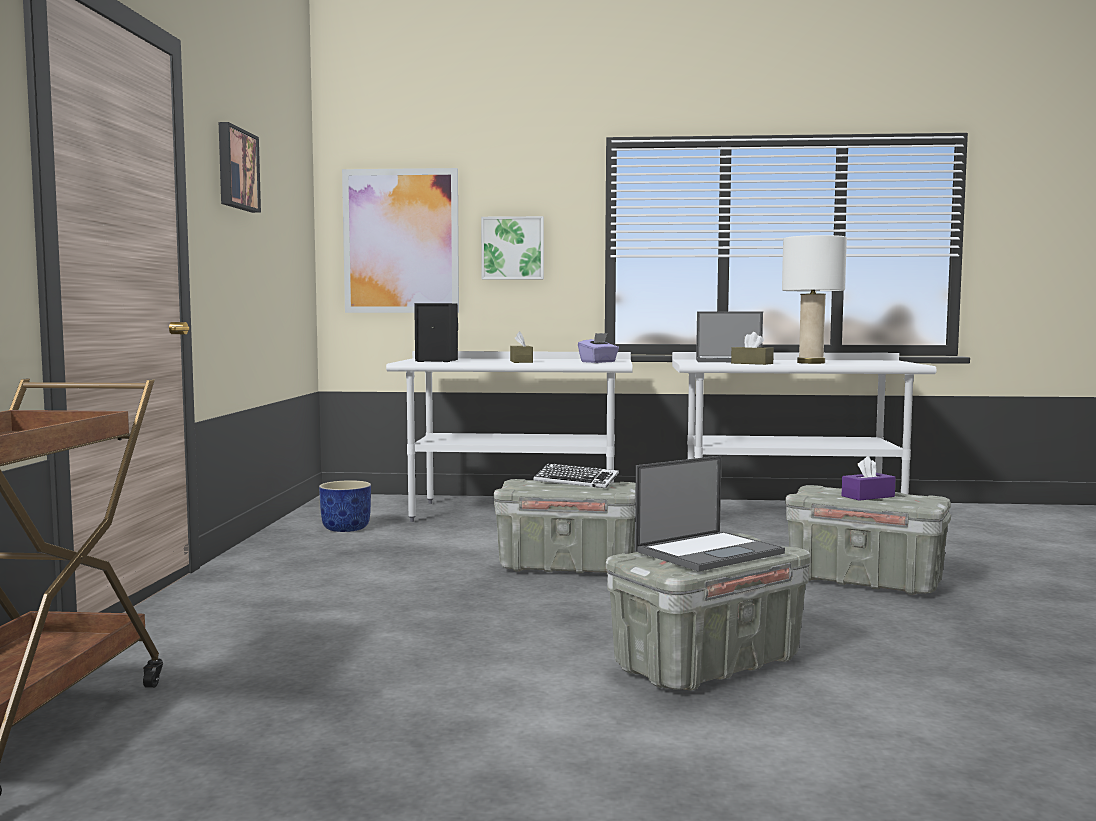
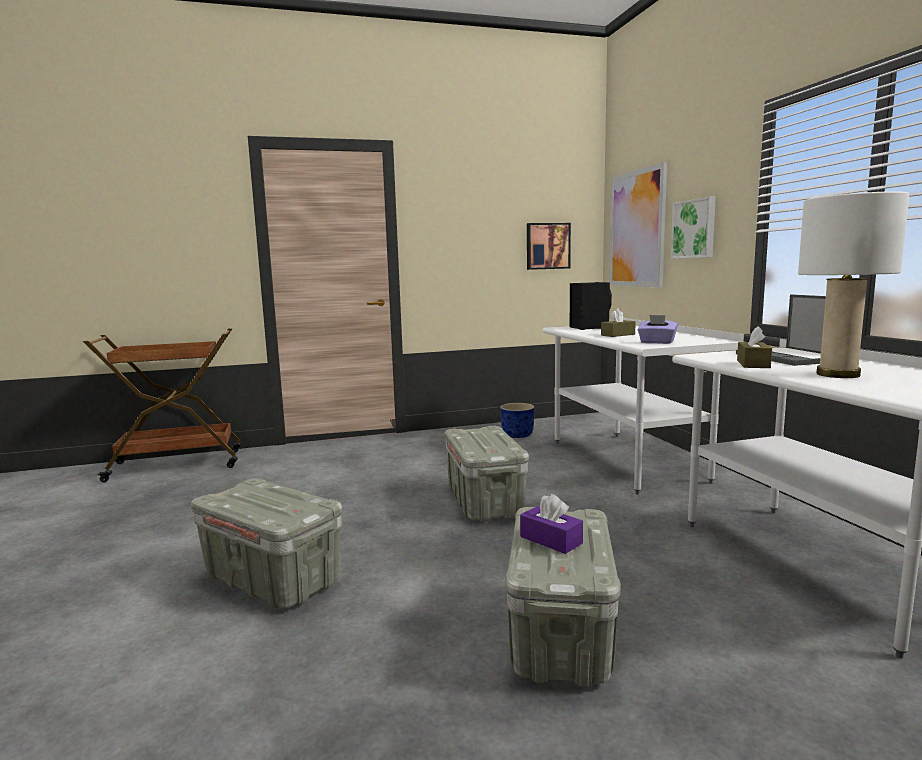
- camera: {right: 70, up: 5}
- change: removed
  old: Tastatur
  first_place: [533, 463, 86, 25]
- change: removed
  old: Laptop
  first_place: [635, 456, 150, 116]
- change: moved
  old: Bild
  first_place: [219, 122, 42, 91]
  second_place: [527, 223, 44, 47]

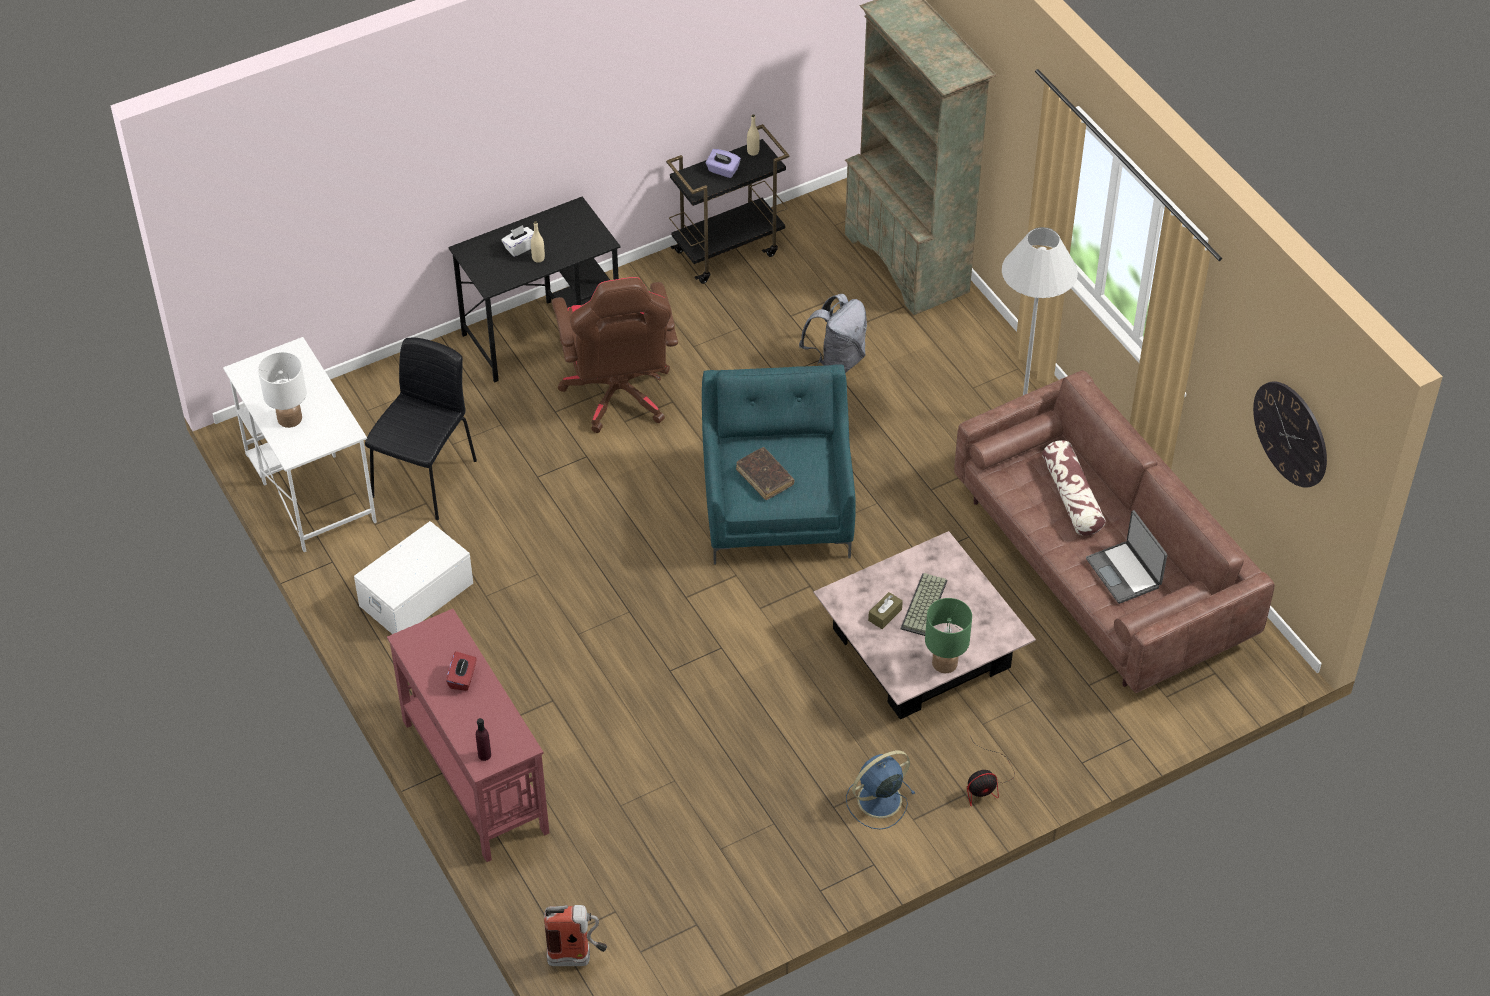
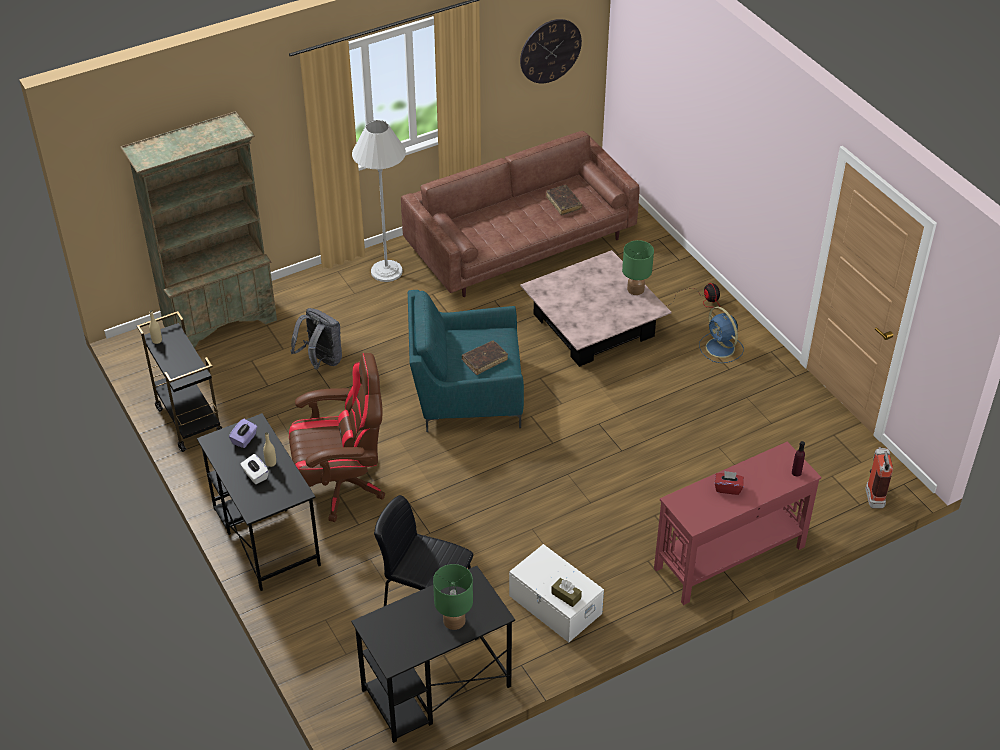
- camera: {right: -90, up: -5}
- change: removed
  old: Tastatur
  first_place: [901, 573, 46, 63]
- change: removed
  old: Kissen
  first_place: [1042, 440, 64, 96]
- change: moved
  old: Taschentuchbox/lila
  first_place: [706, 149, 35, 29]
  second_place: [229, 419, 28, 29]
- change: moved
  old: Taschentuchbox/braun
  first_place: [868, 592, 35, 37]
  second_place: [551, 578, 31, 29]
- change: replaced
  old: Laptop
  new: Buch/braun
  first_place: [1086, 510, 81, 94]
  second_place: [546, 185, 36, 30]
- change: recoloured
  old: Schreibtisch/weiß
  new: Schreibtisch/schwarz
  first_place: [223, 337, 154, 215]
  second_place: [351, 566, 164, 177]
- change: recoloured
  old: Tischlampe/weiß
  new: Tischlampe/grün
  first_place: [258, 352, 48, 76]
  second_place: [433, 564, 40, 66]

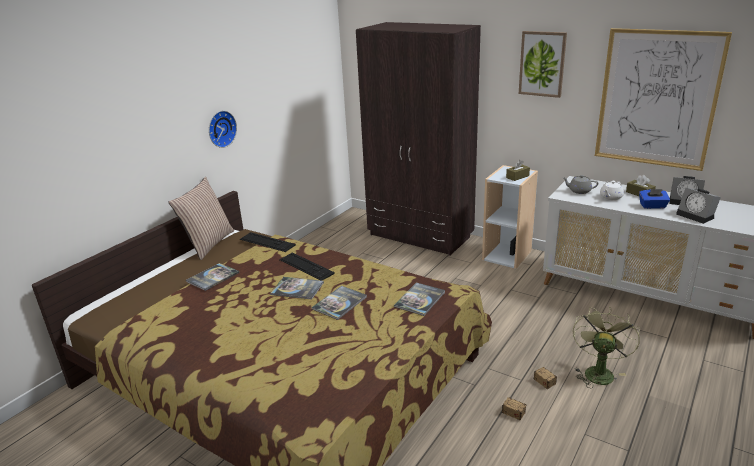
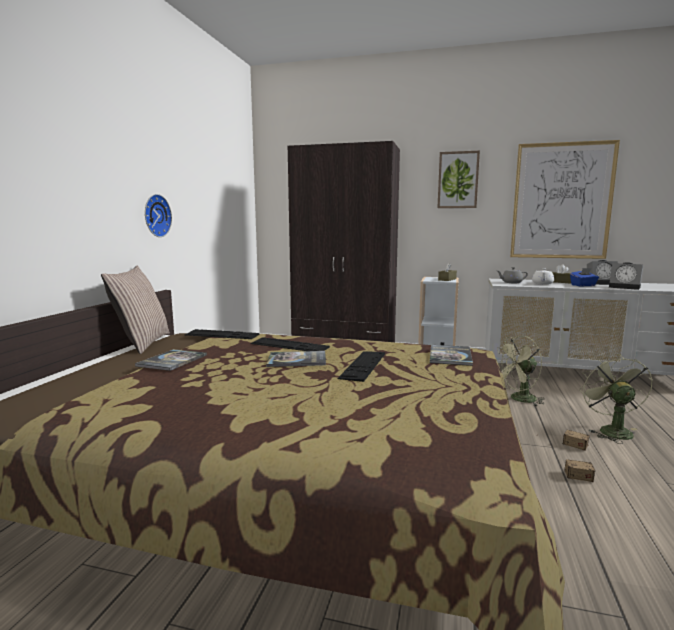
- camera: {right: -20, up: -15}
- change: added
  new: Ventilator/grün
  second_place: [498, 336, 47, 71]
- change: replaced
  old: Buch
  new: Tastatur
  first_place: [311, 286, 56, 34]
  second_place: [338, 351, 47, 31]

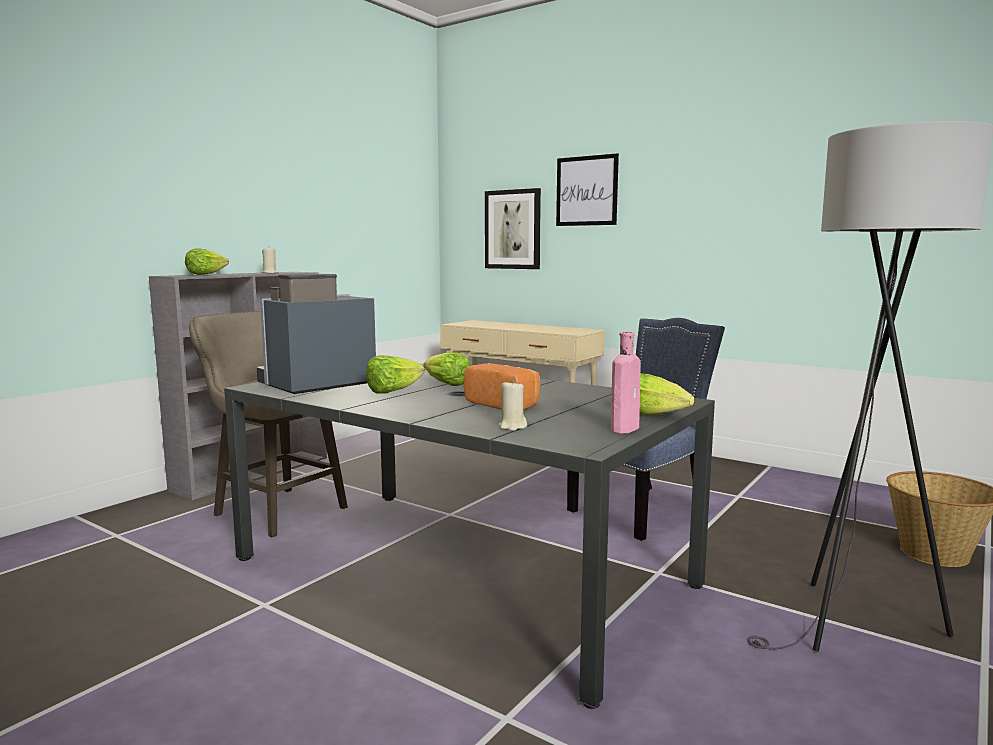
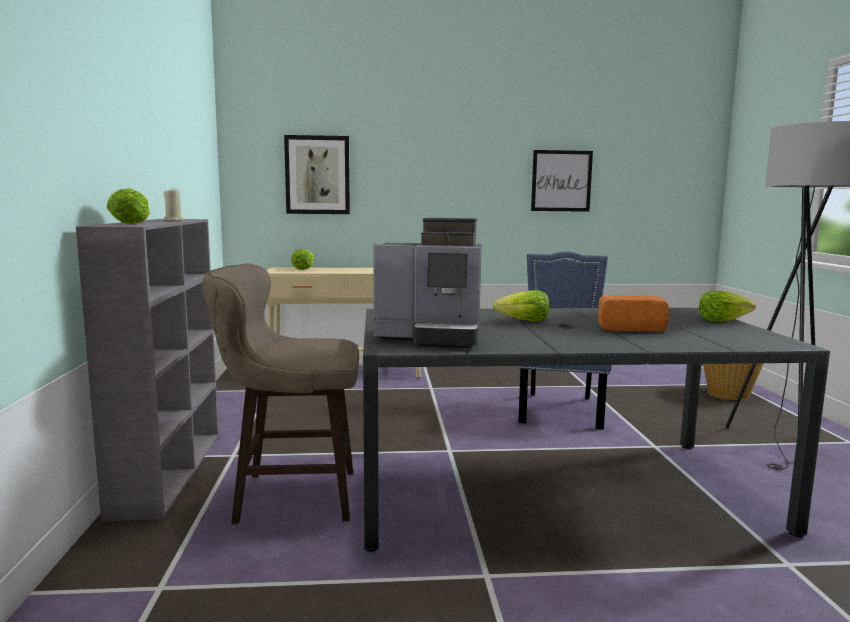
- camera: {right: -40, up: 0}
- change: removed
  old: Kerze/beige
  first_place: [499, 380, 28, 51]
- change: removed
  old: Flasche/rosa
  first_place: [611, 332, 30, 101]
- change: moved
  old: Salatkopf
  first_place: [366, 355, 59, 39]
  second_place: [291, 249, 23, 21]
- change: moved
  old: Bild
  first_place: [556, 153, 63, 73]
  second_place: [531, 150, 62, 62]
- change: turned
  old: Kaffeemaschine
  first_place: [257, 274, 119, 120]
  second_place: [373, 218, 109, 130]
  degrees: -90

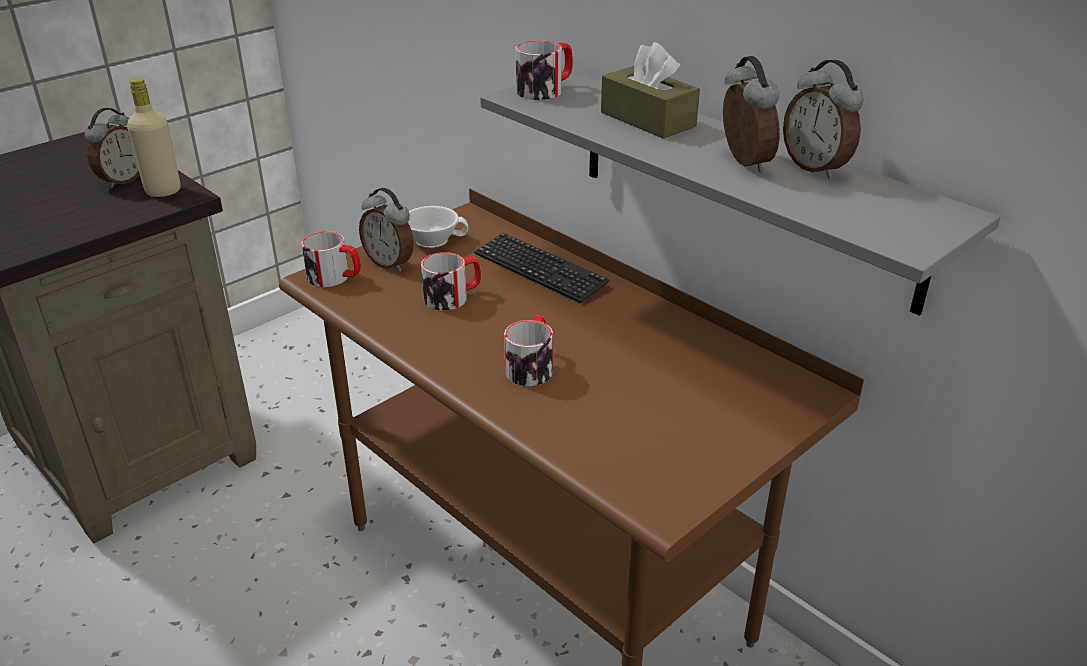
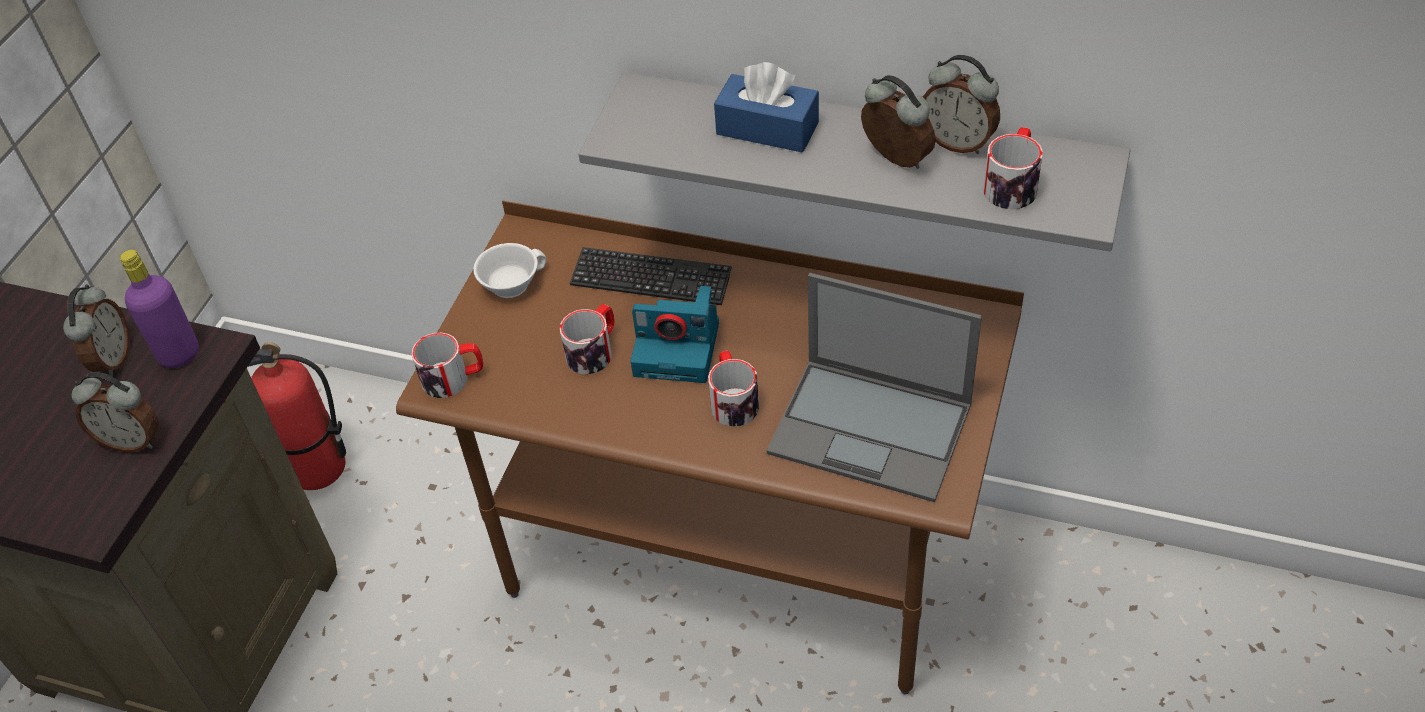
- camera: {right: -25, up: 15}
- change: added
  new: Feuerlöscher
  second_place: [248, 342, 98, 148]
- change: added
  new: Kamera
  second_place: [630, 286, 89, 97]
- change: added
  new: Laptop
  second_place: [767, 273, 215, 229]
- change: moved
  old: Wecker
  first_place: [359, 188, 55, 84]
  second_place: [72, 372, 87, 81]
- change: moved
  old: Henkelbecher
  first_place: [515, 40, 58, 60]
  second_place: [983, 127, 60, 82]
- change: recoloured
  old: Flasche/beige
  new: Flasche/lila
  first_place: [127, 78, 54, 119]
  second_place: [120, 250, 79, 118]
- change: recoloured
  old: Taschentuchbox/braun
  new: Taschentuchbox/blau
  first_place: [601, 42, 99, 97]
  second_place: [714, 62, 105, 91]

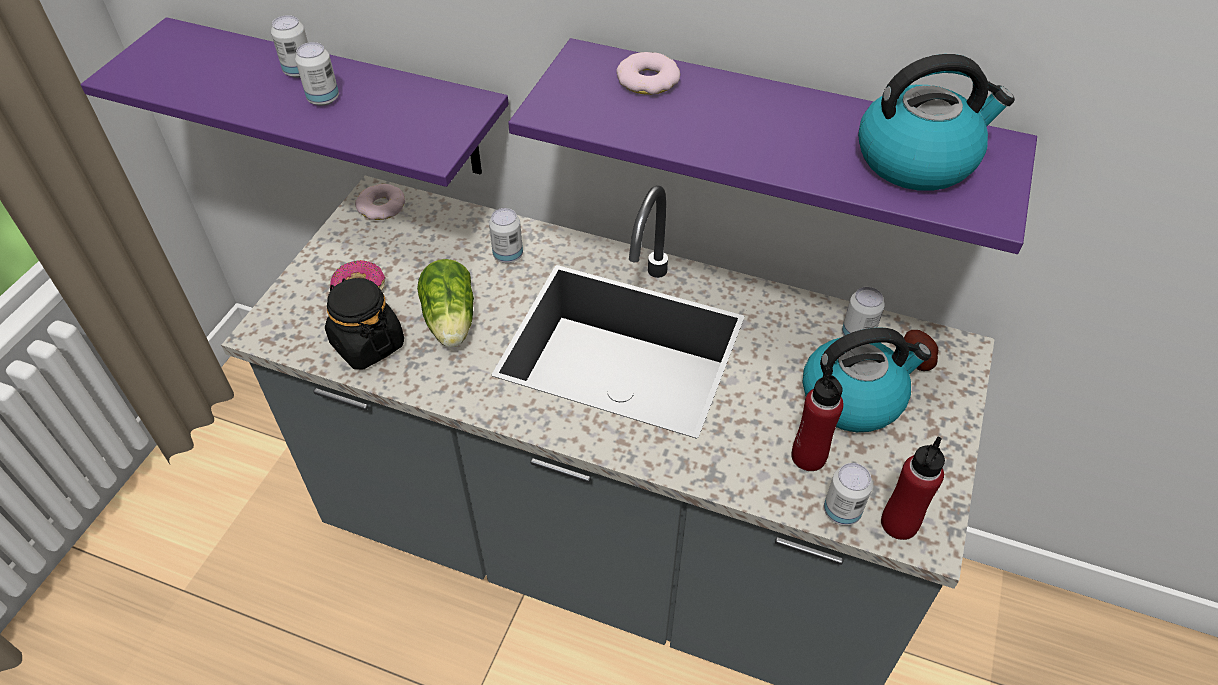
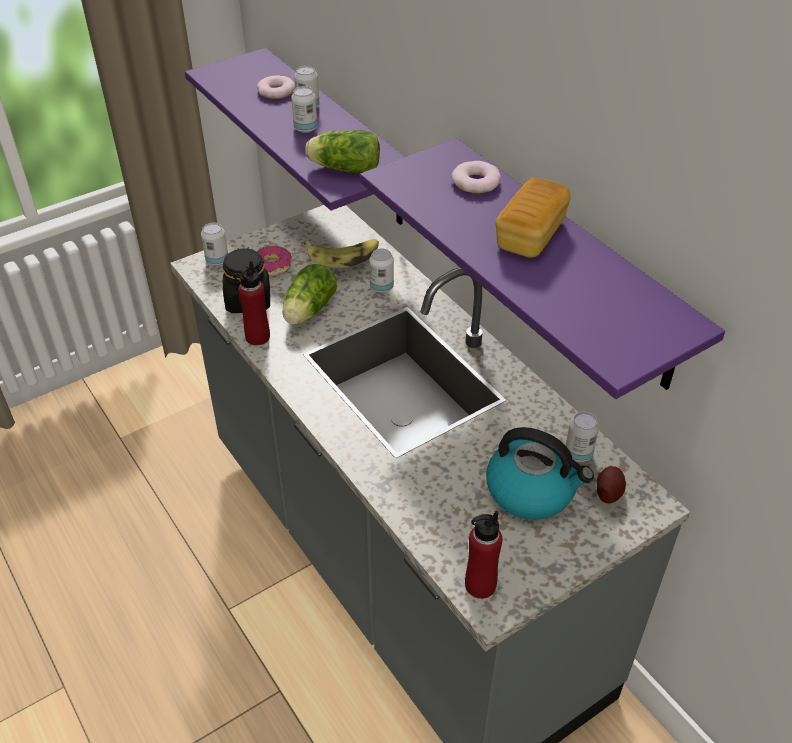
- camera: {right: 35, up: -5}
- change: removed
  old: Wasserkessel
  first_place: [858, 54, 157, 137]
- change: added
  new: Banane
  second_place: [304, 239, 75, 29]
- change: added
  new: Salatkopf
  second_place: [305, 130, 75, 43]
- change: added
  new: Brot
  second_place: [495, 178, 76, 80]
- change: moved
  old: Donut
  first_place: [355, 184, 50, 36]
  second_place: [257, 75, 38, 24]
- change: moved
  old: Flasche/rot
  first_place: [791, 367, 53, 104]
  second_place: [238, 261, 32, 84]
- change: moved
  old: Dose
  first_place: [824, 463, 49, 63]
  second_place: [201, 222, 27, 44]

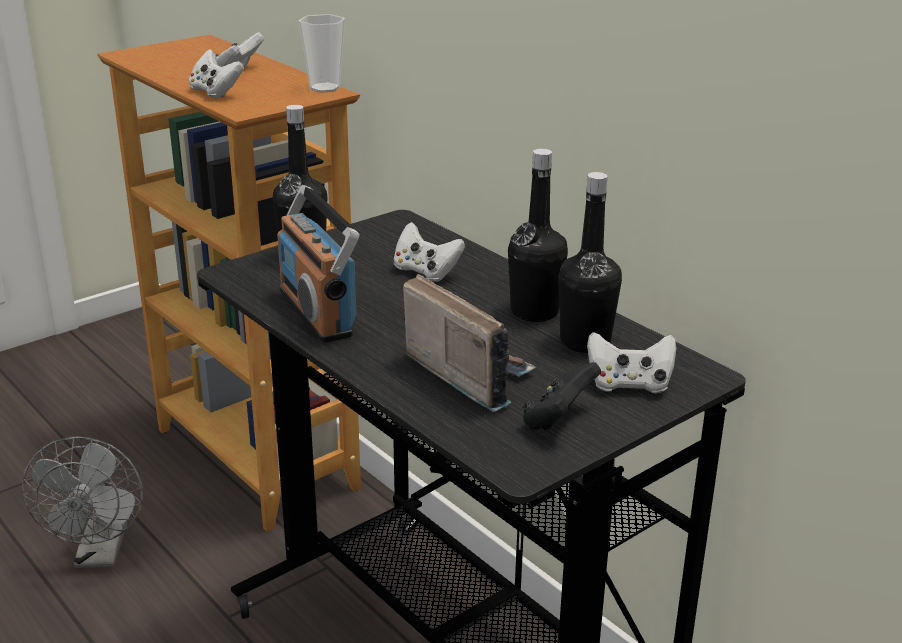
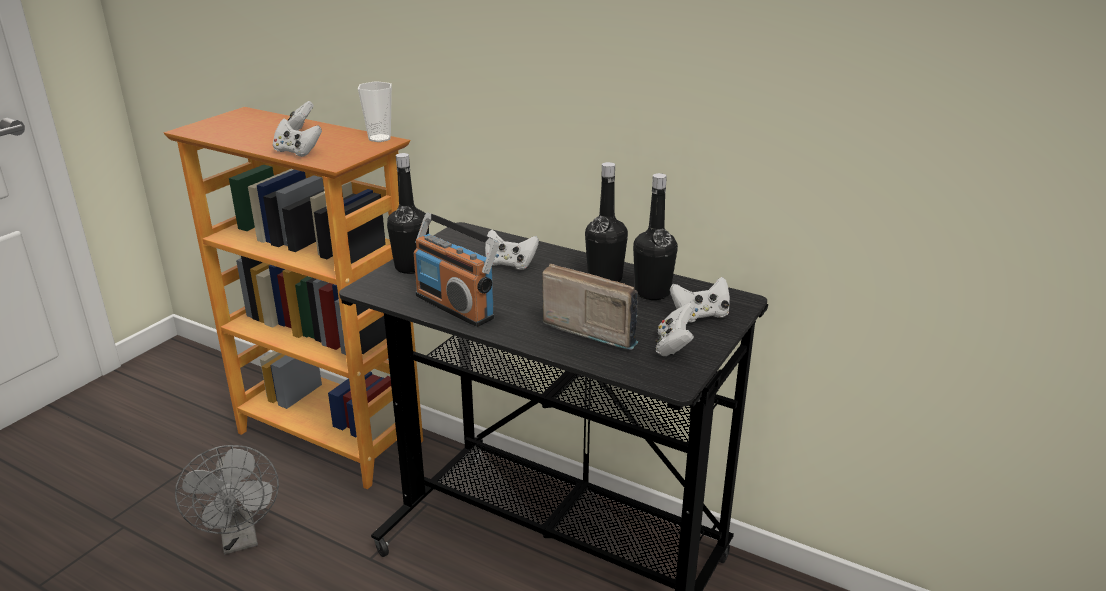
- camera: {right: -20, up: 0}
- change: recoloured
  old: Gamepad/schwarz
  new: Gamepad/weiß
  first_place: [522, 362, 79, 68]
  second_place: [655, 303, 40, 53]

